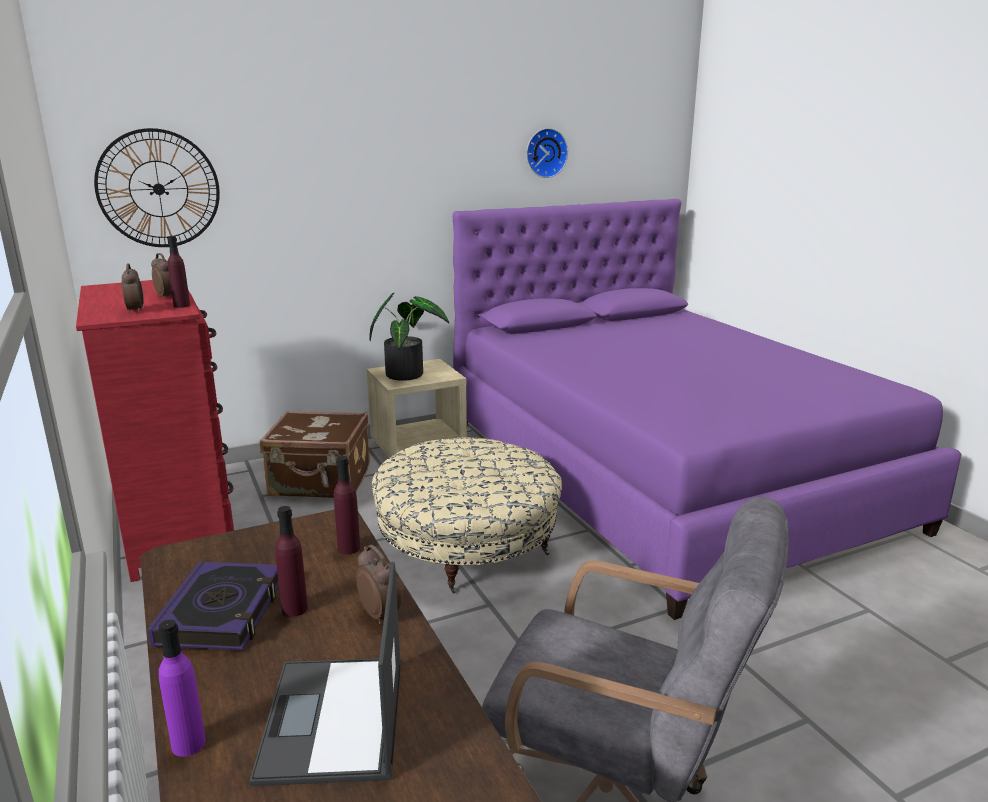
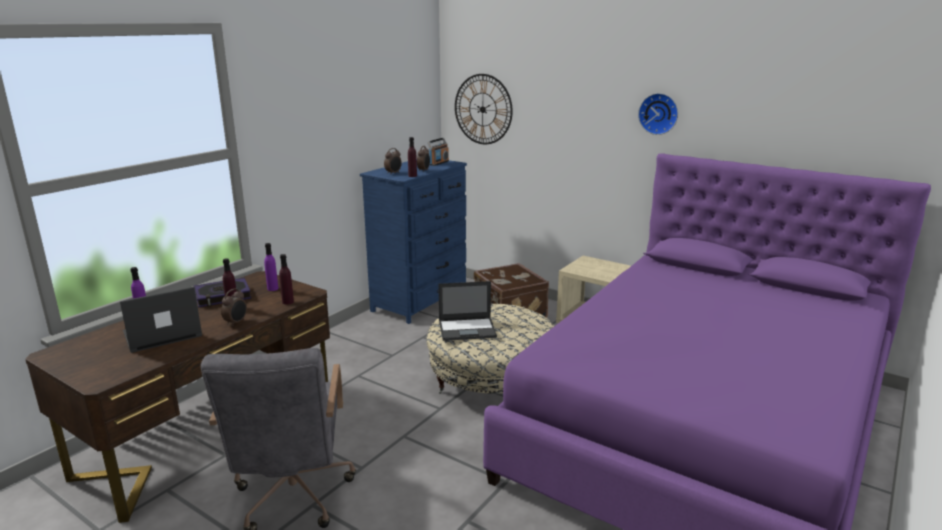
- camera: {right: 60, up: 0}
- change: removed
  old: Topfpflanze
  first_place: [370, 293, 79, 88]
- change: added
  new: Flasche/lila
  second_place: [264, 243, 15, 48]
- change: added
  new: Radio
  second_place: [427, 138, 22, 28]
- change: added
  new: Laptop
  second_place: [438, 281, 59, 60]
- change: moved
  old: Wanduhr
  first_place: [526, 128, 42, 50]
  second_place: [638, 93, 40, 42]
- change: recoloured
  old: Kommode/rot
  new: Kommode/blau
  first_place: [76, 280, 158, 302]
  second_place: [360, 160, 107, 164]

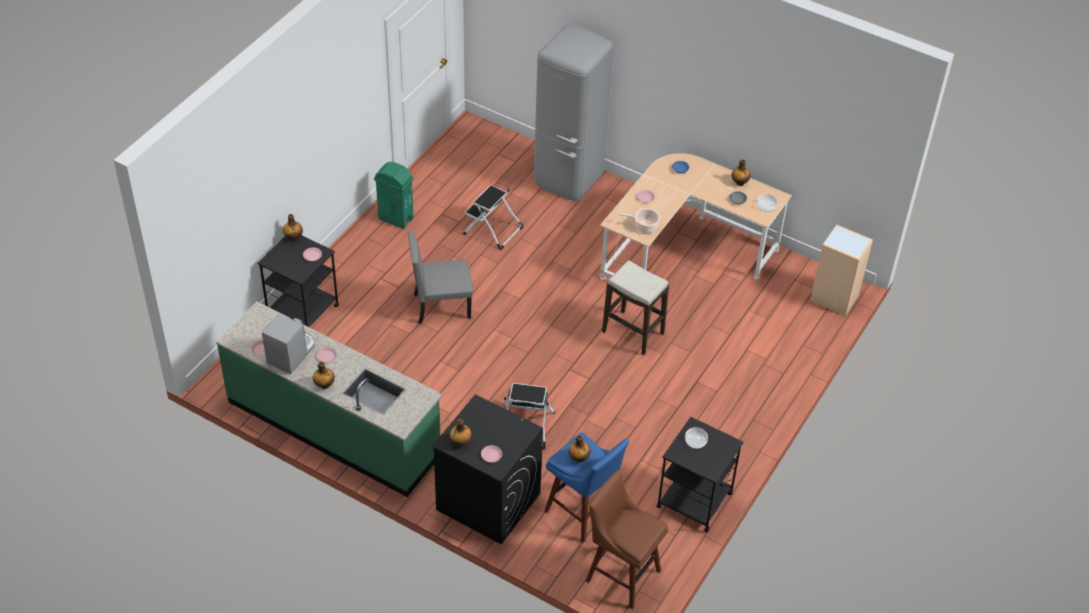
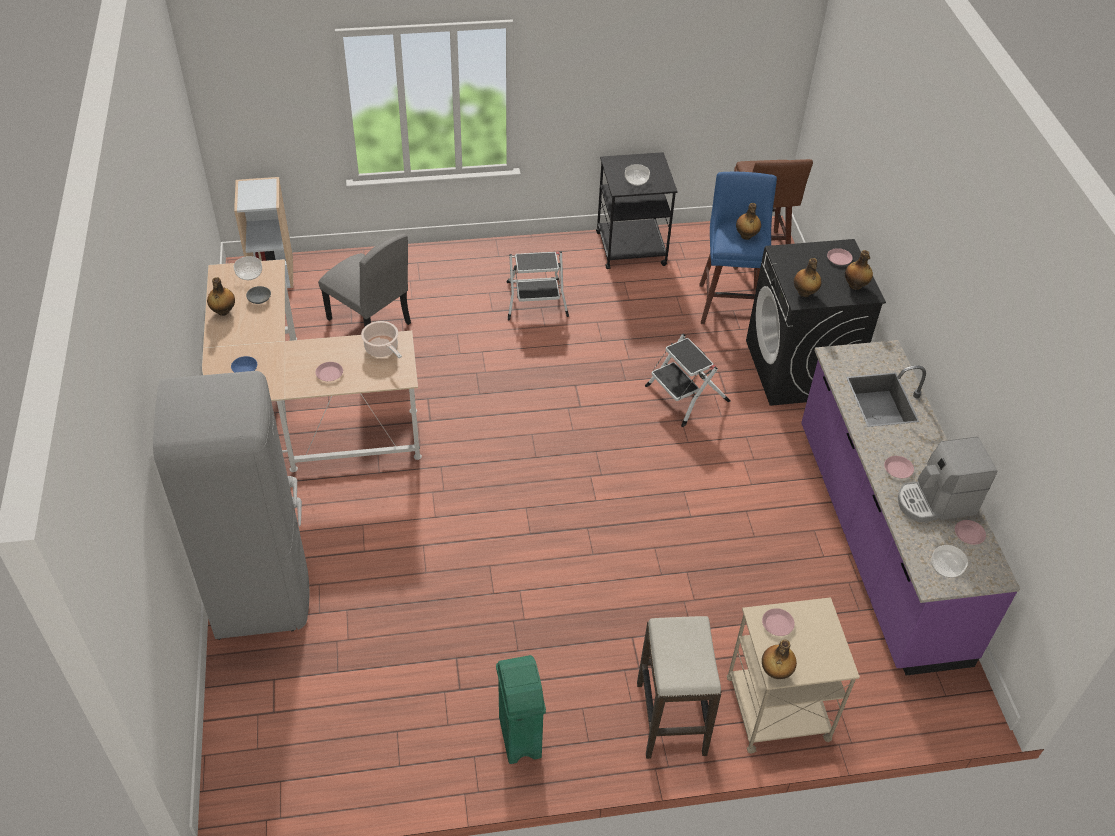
- camera: {right: -130, up: 0}
- change: added
  new: Schüssel
  second_place: [931, 545, 37, 33]
- change: moved
  old: Flasche
  first_place: [313, 361, 22, 28]
  second_place: [794, 258, 27, 39]
- change: moved
  old: Stuhl/grau
  first_place: [408, 230, 65, 94]
  second_place: [318, 234, 93, 92]
- change: moved
  old: Trittleiter
  first_place: [462, 185, 62, 66]
  second_place: [506, 251, 63, 69]
- change: moved
  old: Hocker
  first_place: [602, 260, 67, 95]
  second_place: [637, 616, 84, 143]
- change: recoloured
  old: Küchenzeile/grün
  new: Küchenzeile/lila
  first_place: [216, 301, 226, 196]
  second_place: [801, 340, 219, 335]
- change: recoloured
  old: Rollwagen/schwarz
  new: Rollwagen/beige
  first_place: [258, 235, 81, 92]
  second_place: [727, 597, 133, 156]

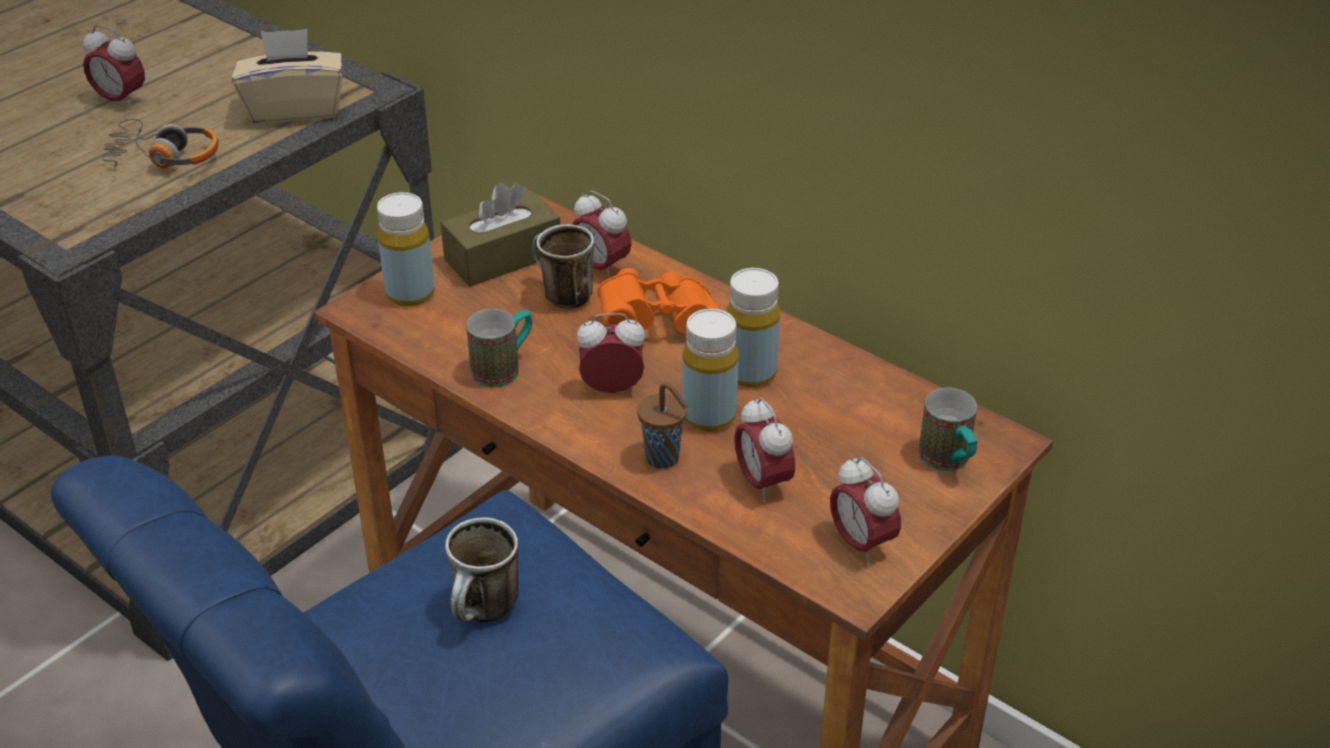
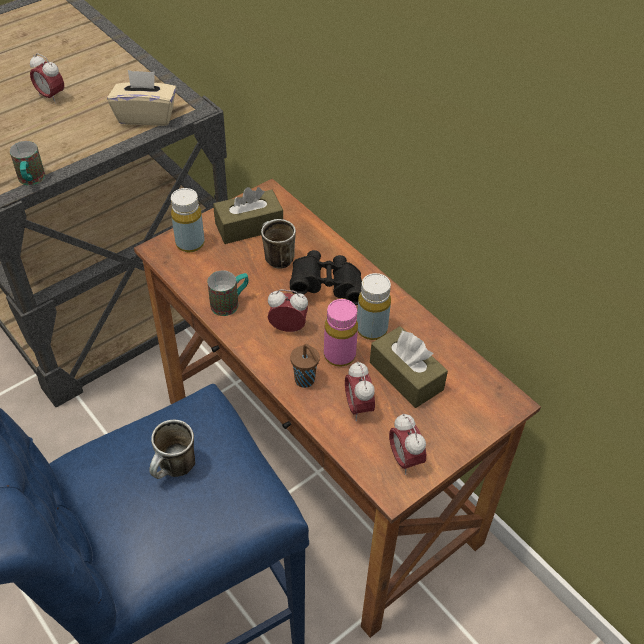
- camera: {right: 10, up: 10}
- change: removed
  old: Kopfhörer
  first_place: [102, 119, 116, 51]
- change: removed
  old: Wecker
  first_place: [571, 191, 61, 87]
- change: added
  new: Taschentuchbox/braun
  second_place: [370, 326, 78, 82]
- change: moved
  old: Henkelbecher
  first_place: [918, 388, 60, 83]
  second_place: [10, 141, 35, 44]
- change: recoloured
  old: Fernglas/orange
  new: Fernglas/schwarz
  first_place: [597, 268, 125, 66]
  second_place: [290, 250, 72, 55]
- change: recoloured
  old: Flasche/gelb
  new: Flasche/rosa
  first_place: [682, 309, 57, 122]
  second_place: [324, 299, 34, 68]

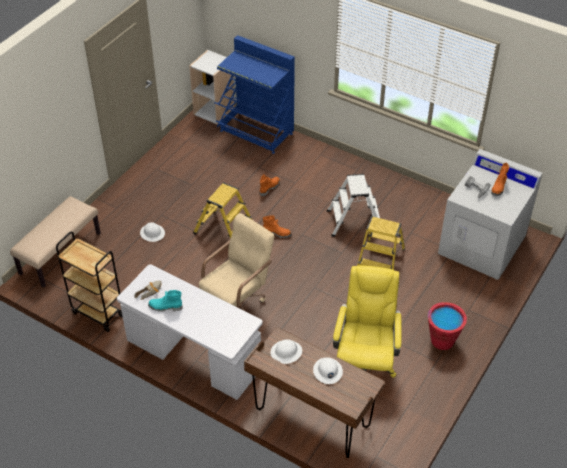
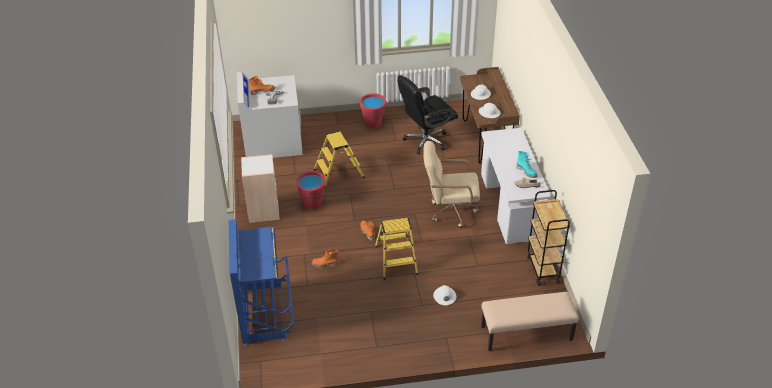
- camera: {right: -130, up: -5}
- change: moved
  old: Bücherregal
  first_place: [189, 50, 46, 75]
  second_place: [241, 154, 39, 69]
- change: replaced
  old: Trittleiter/weiß
  new: Eimer/rot
  first_place: [327, 174, 53, 63]
  second_place: [296, 171, 30, 38]
- change: recoloured
  old: Bürostuhl/gelb
  new: Bürostuhl/schwarz
  first_place: [333, 265, 68, 113]
  second_place: [397, 75, 61, 79]

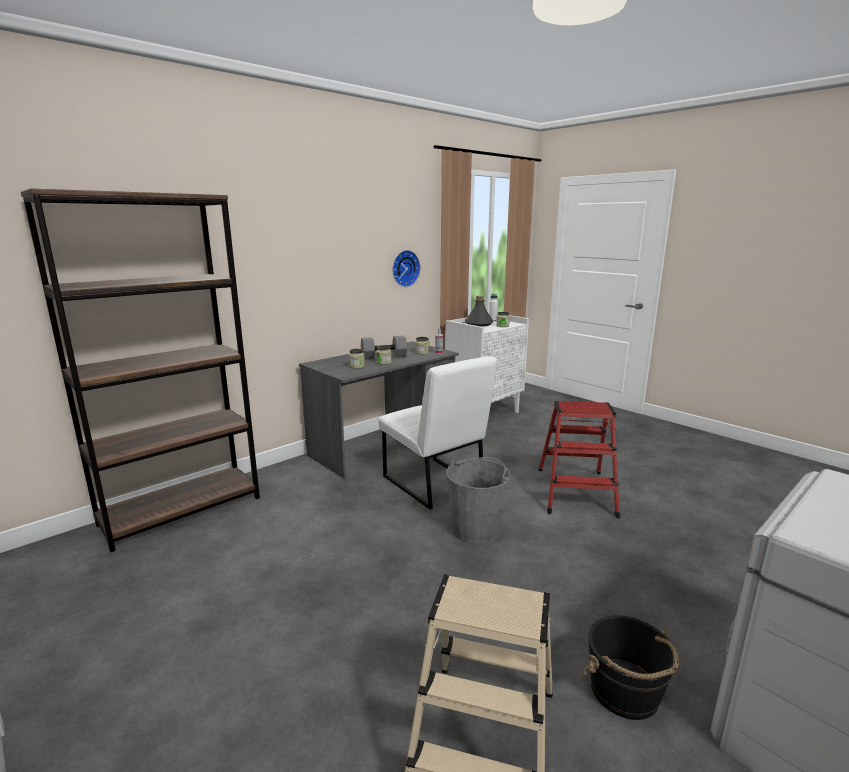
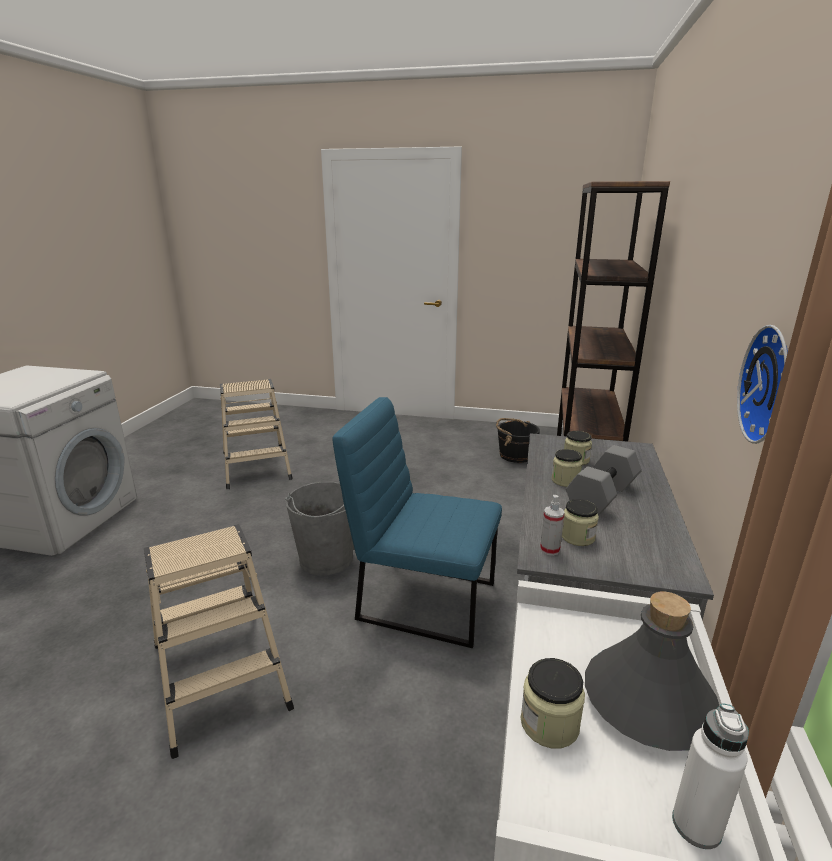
- camera: {right: 145, up: 5}
- change: moved
  old: Eimer/schwarz
  first_place: [582, 615, 97, 105]
  second_place: [496, 418, 44, 45]
- change: recoloured
  old: Stuhl/weiß
  new: Stuhl/blau
  first_place: [379, 356, 118, 154]
  second_place: [332, 397, 170, 251]
- change: recoloured
  old: Trittleiter/rot
  new: Trittleiter/beige
  first_place: [538, 400, 82, 118]
  second_place: [144, 524, 150, 235]

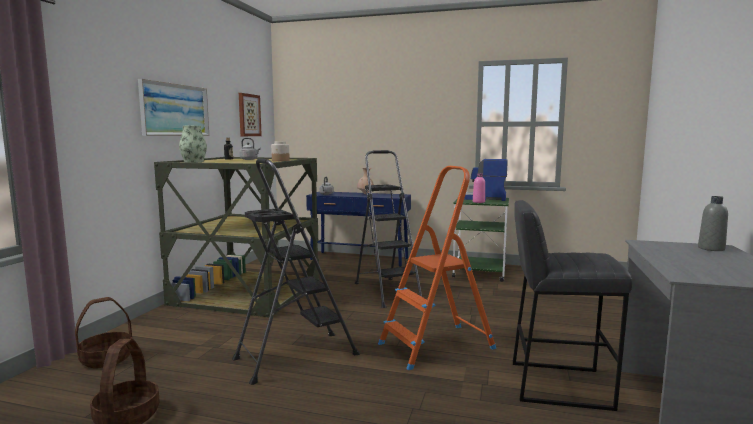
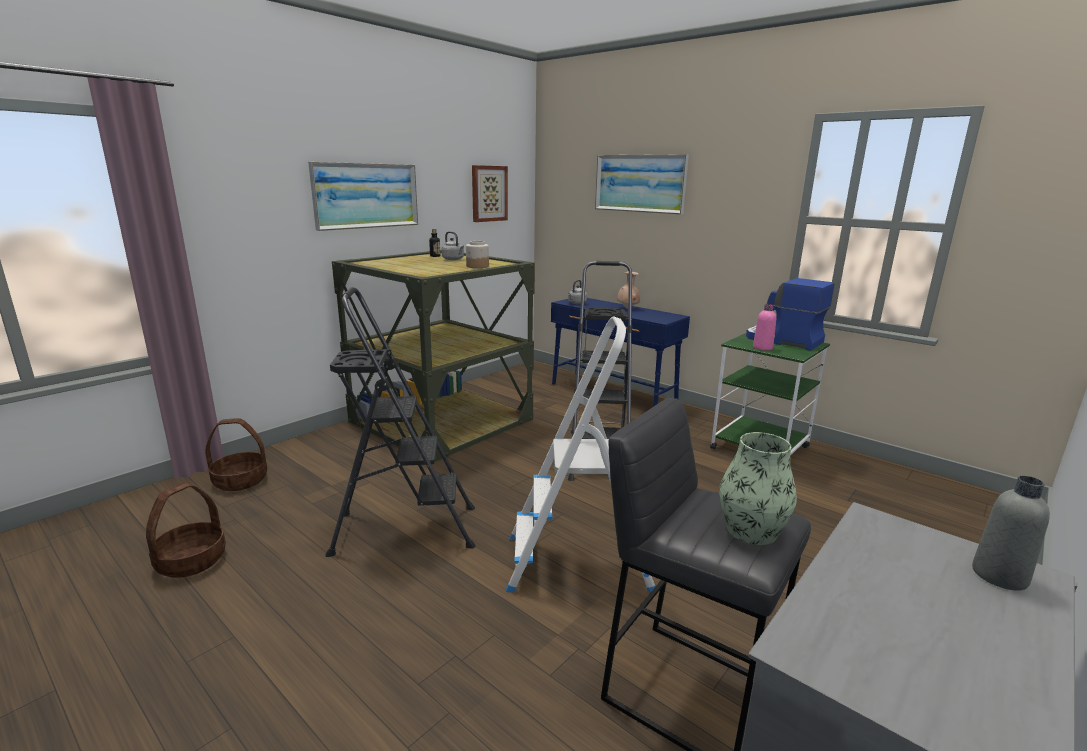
- camera: {right: 25, up: 10}
- change: added
  new: Bild
  second_place: [595, 154, 94, 60]
- change: moved
  old: Vase
  first_place: [179, 126, 28, 36]
  second_place: [719, 432, 78, 113]
- change: recoloured
  old: Trittleiter/orange
  new: Trittleiter/weiß
  first_place: [378, 166, 118, 204]
  second_place: [506, 316, 149, 277]

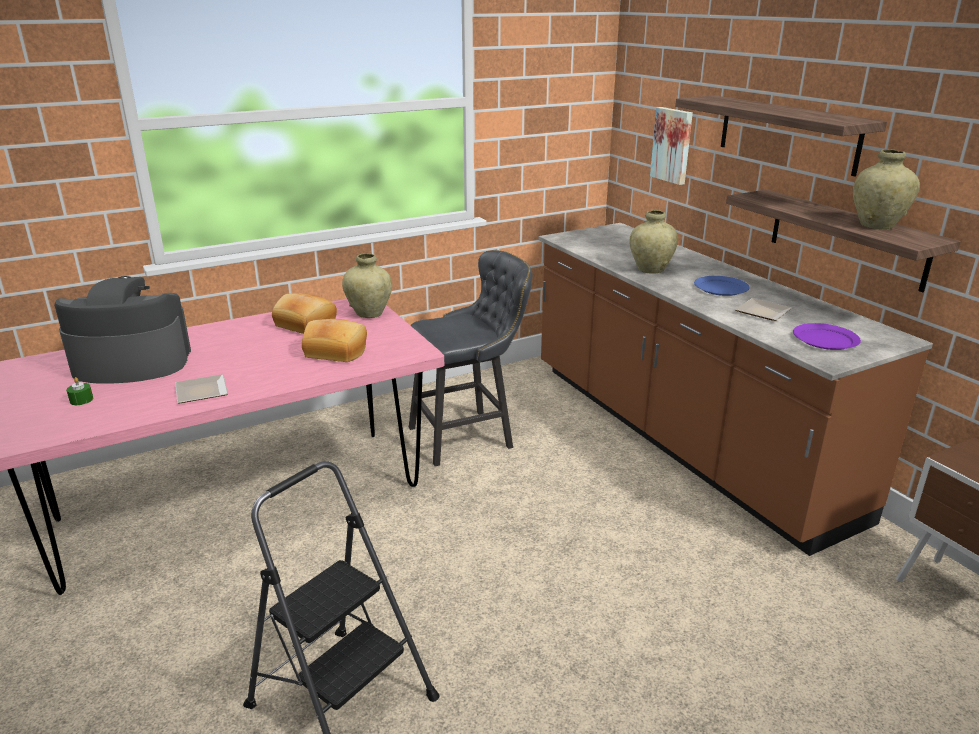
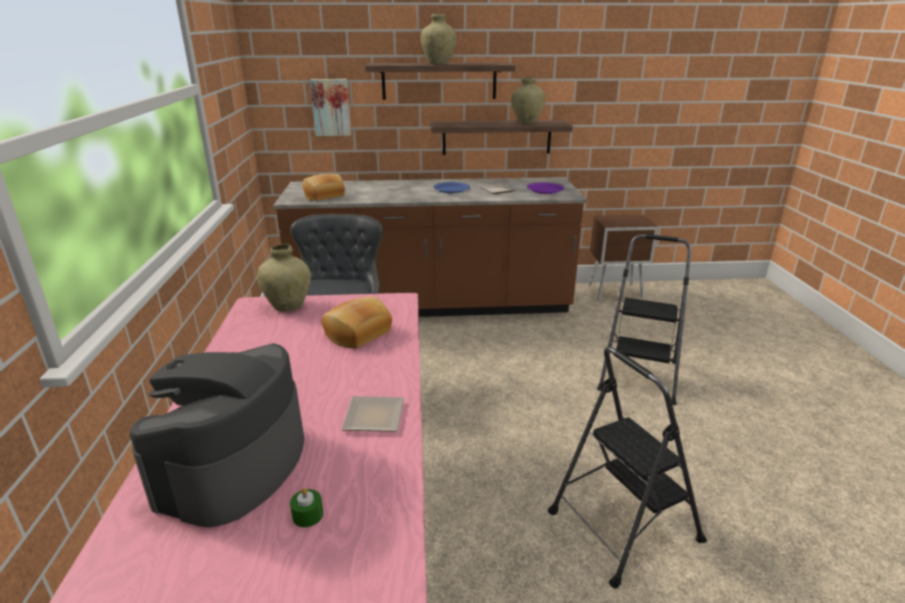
- camera: {right: -65, up: 0}
- change: added
  new: Trittleiter/schwarz
  second_place: [597, 234, 94, 171]
- change: moved
  old: Brot
  first_place: [272, 293, 65, 41]
  second_place: [303, 174, 42, 27]
- change: moved
  old: Vase/beige
  first_place: [629, 210, 49, 64]
  second_place: [420, 14, 37, 50]

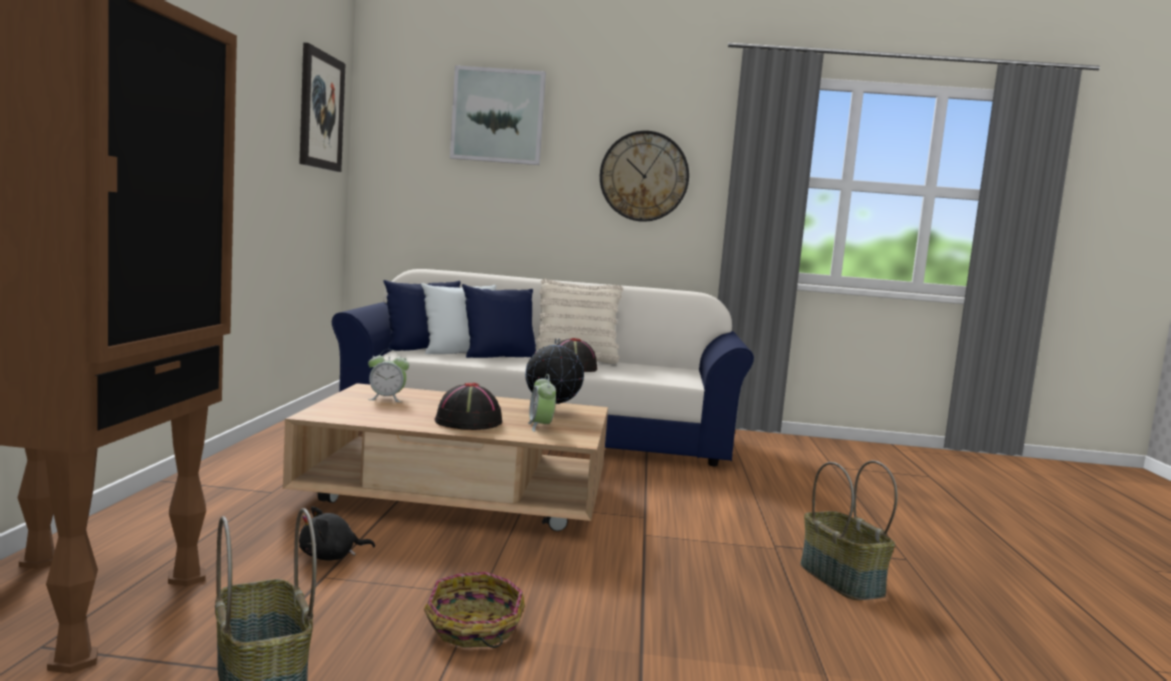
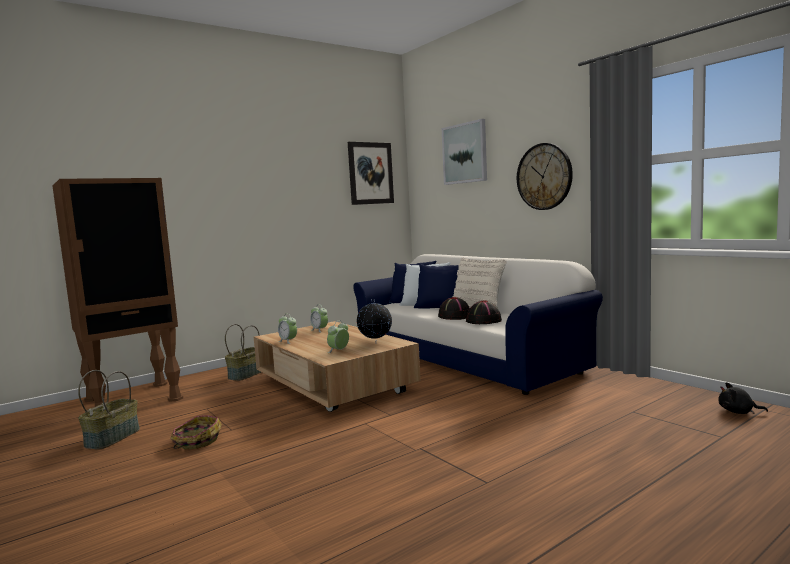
- camera: {right: 50, up: 0}
- change: added
  new: Wecker
  second_place: [278, 313, 19, 31]
- change: moved
  old: Plüschtier/schwarz
  first_place: [299, 506, 76, 55]
  second_place: [718, 382, 50, 32]
- change: moved
  old: Hut/schwarz
  first_place: [434, 382, 68, 48]
  second_place: [466, 300, 36, 24]
- change: moved
  old: Korb
  first_place: [800, 460, 97, 140]
  second_place: [225, 324, 37, 57]

